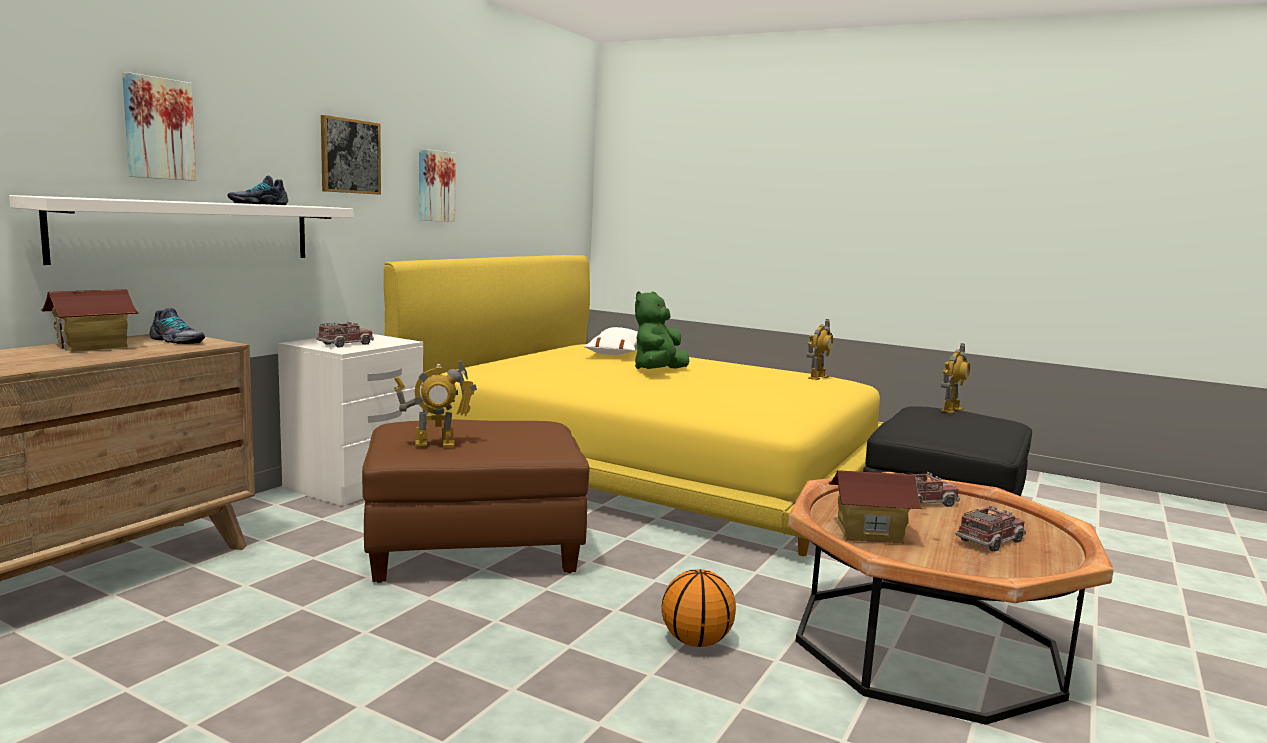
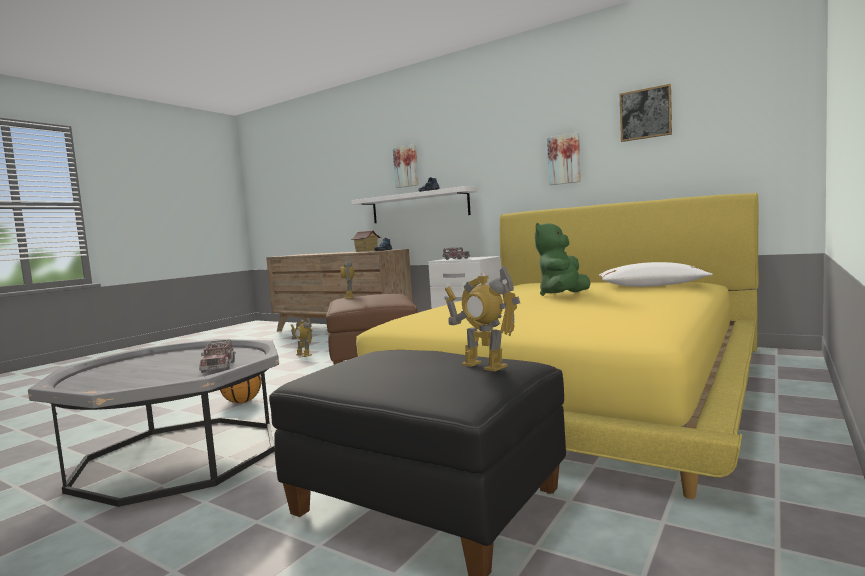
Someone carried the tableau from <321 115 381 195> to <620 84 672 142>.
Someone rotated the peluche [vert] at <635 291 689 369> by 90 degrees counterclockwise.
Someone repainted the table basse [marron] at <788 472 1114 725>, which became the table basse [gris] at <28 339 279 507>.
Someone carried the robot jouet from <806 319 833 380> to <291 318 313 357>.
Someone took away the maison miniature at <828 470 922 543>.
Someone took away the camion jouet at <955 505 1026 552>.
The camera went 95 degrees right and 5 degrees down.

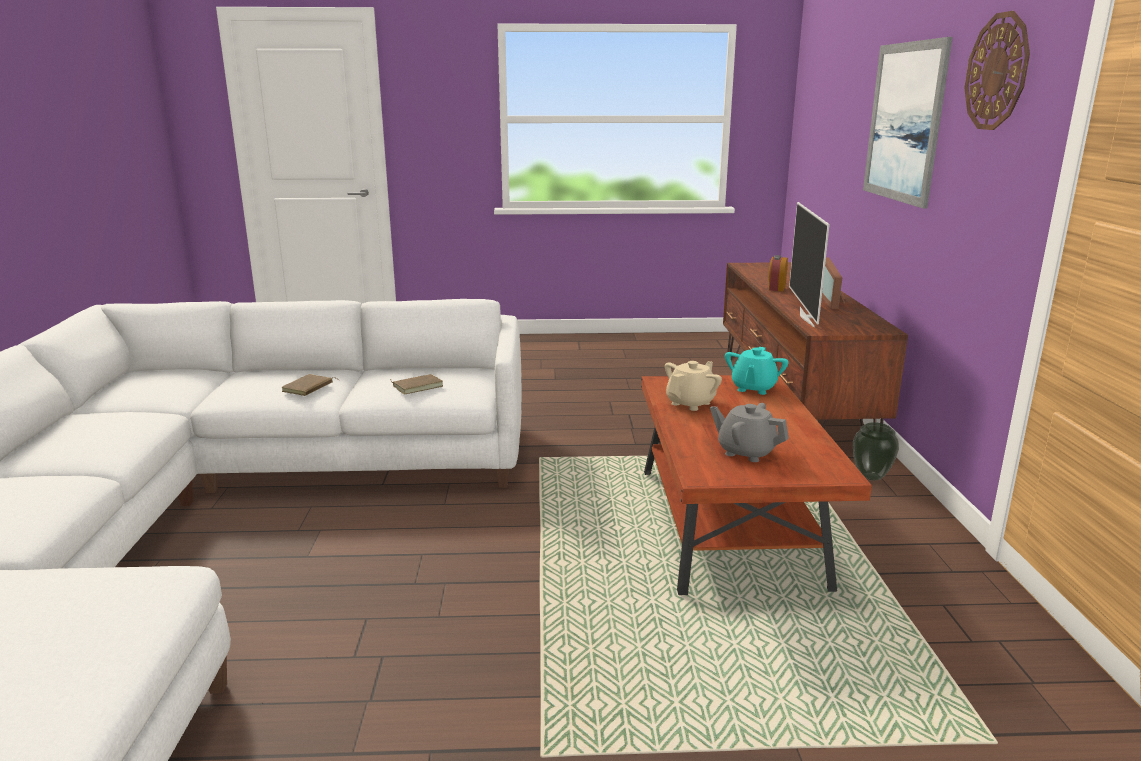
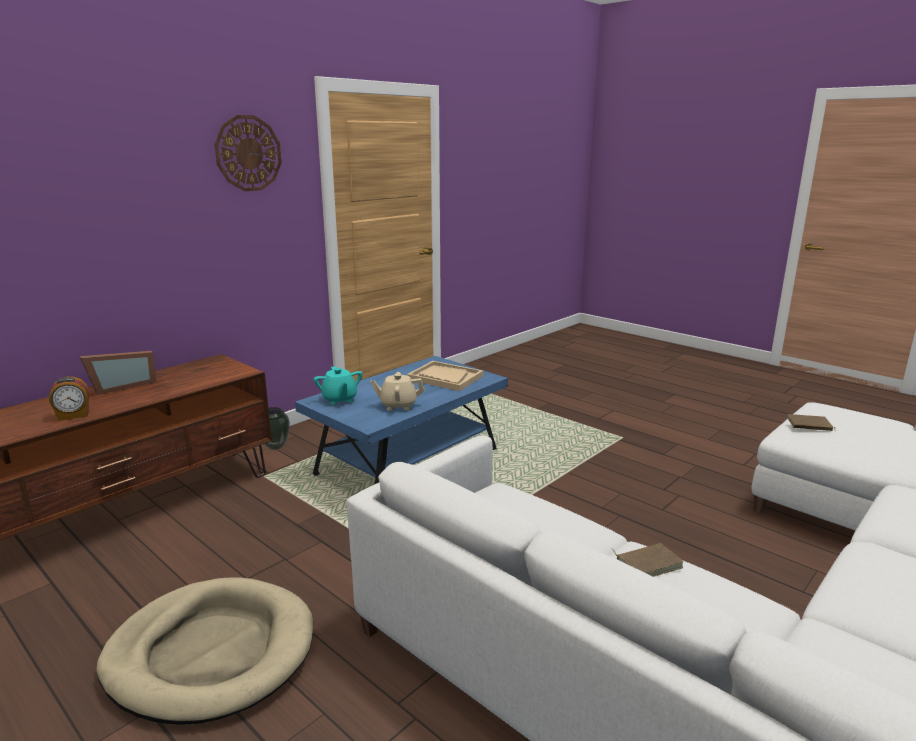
Someone carried the livre [marron] from <390 374 443 394> to <787 414 836 432>.
Someone repainted the table basse [marron] at <641 375 872 595>, which became the table basse [bleu] at <295 356 508 484>.
Someone swapped the théière [gris] at <710 403 789 462> for the plateau [beige] at <407 361 483 391>.
Someone rotated the théière [turquoise] at <725 347 789 395> by 90 degrees clockwise.
Someone took away the téléviseur at <789 202 830 327>.
Someone took away the tableau at <863 37 953 209>.
Someone put down the panier pour chien [beige] at <97 577 313 725>.
The camera went 135 degrees left and 0 degrees up.

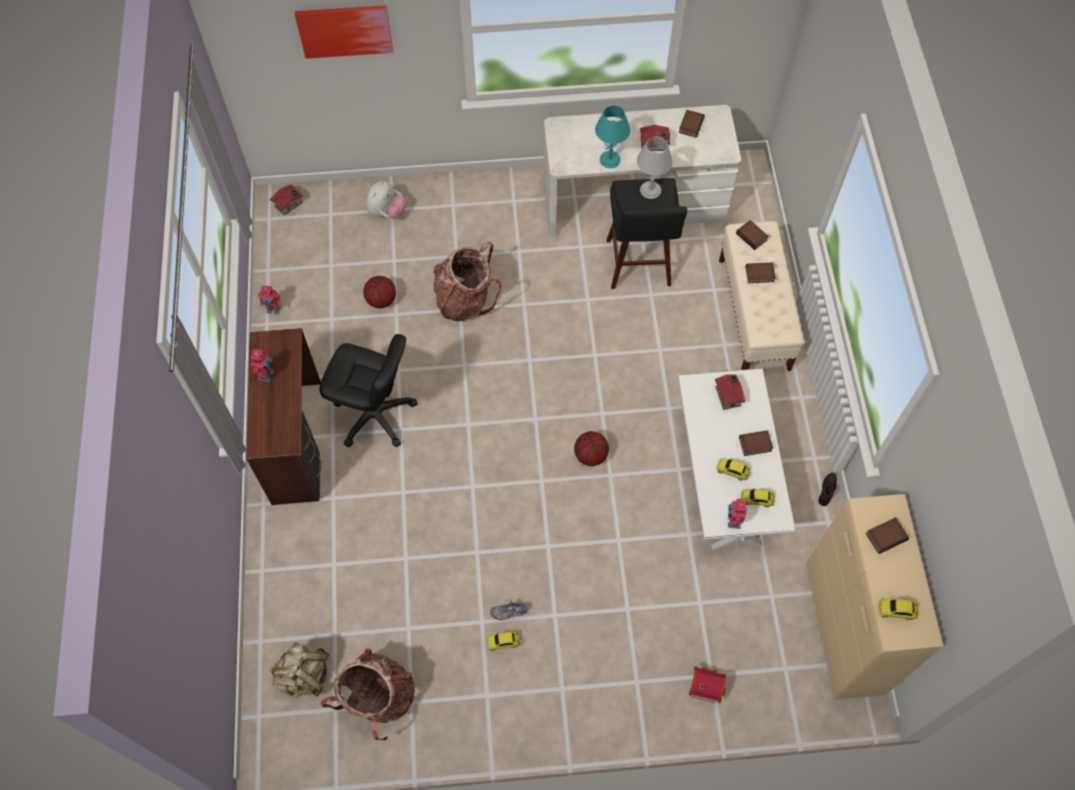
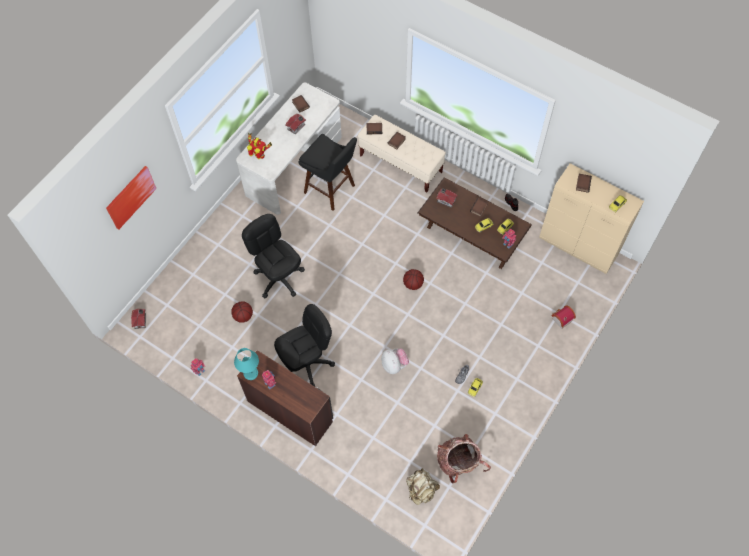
Someone carried the peluche from <366 181 406 219> to <381 349 409 374>.
Someone swapped the sac à dos at <434 242 501 321> for the chaise de bureau [noir] at <242 214 305 298>.
Someone carried the lampe de table [turquoise] from <595 105 630 168> to <234 348 259 380>.
Someone took away the lampe de table [gris] at <637 137 673 199>.
Someone repainted the table basse [blanc] at <677 368 796 550>, which became the table basse [marron] at <418 177 532 269>.
Someone put down the robot jouet at <247 133 272 159>.
The camera went 50 degrees left and 0 degrees up.

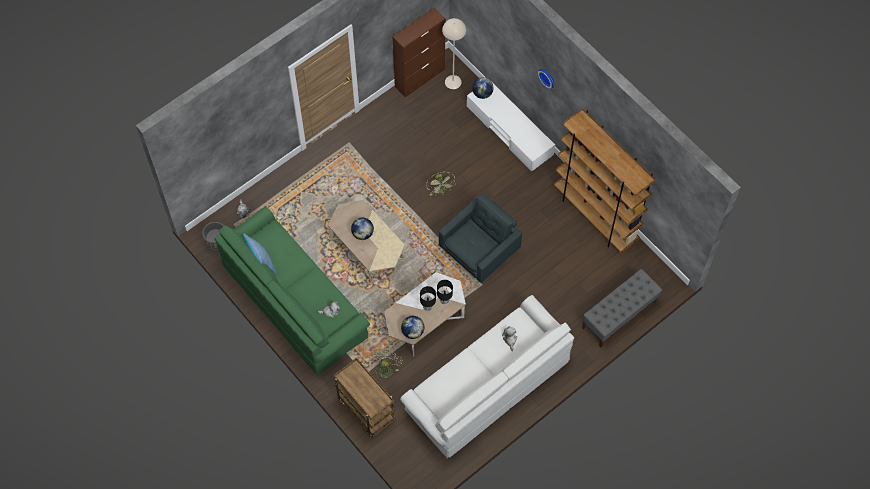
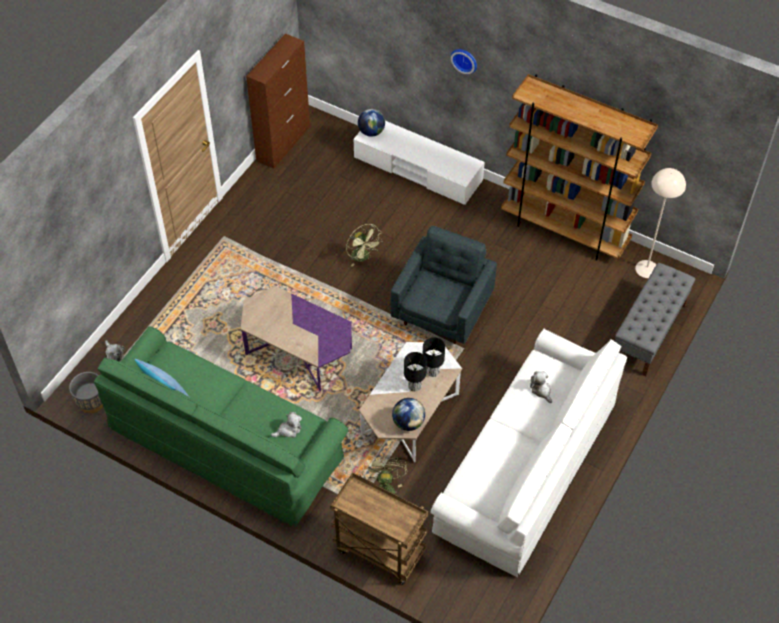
Someone repainted the table basse [beige] at <328 200 405 284>, which became the table basse [violet] at <241 286 352 391>.
Someone took away the globe at <351 218 374 240>.
Someone carried the lampadaire [beige] from <442 18 466 89> to <635 168 686 278>.
The camera went 20 degrees left and 10 degrees down.

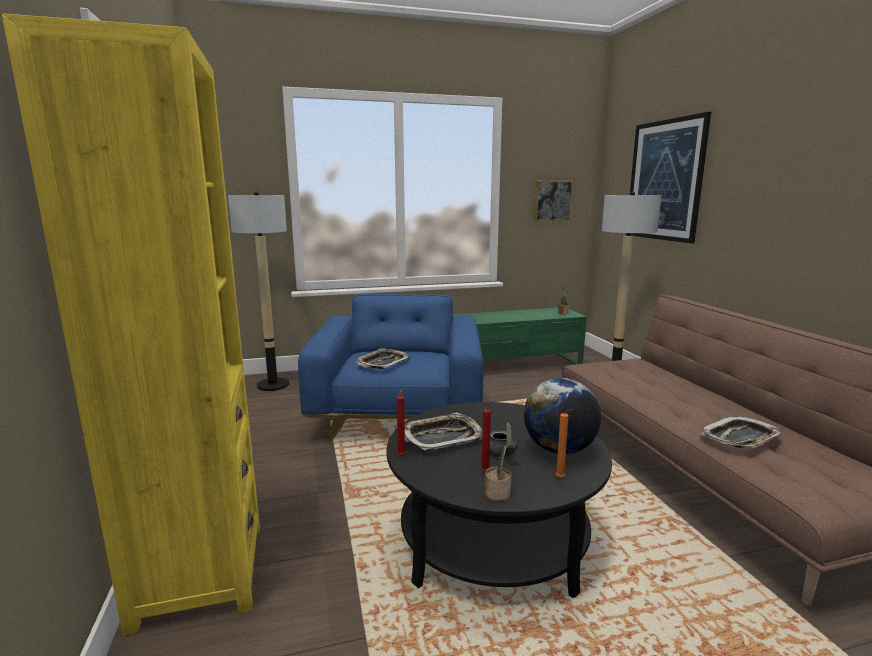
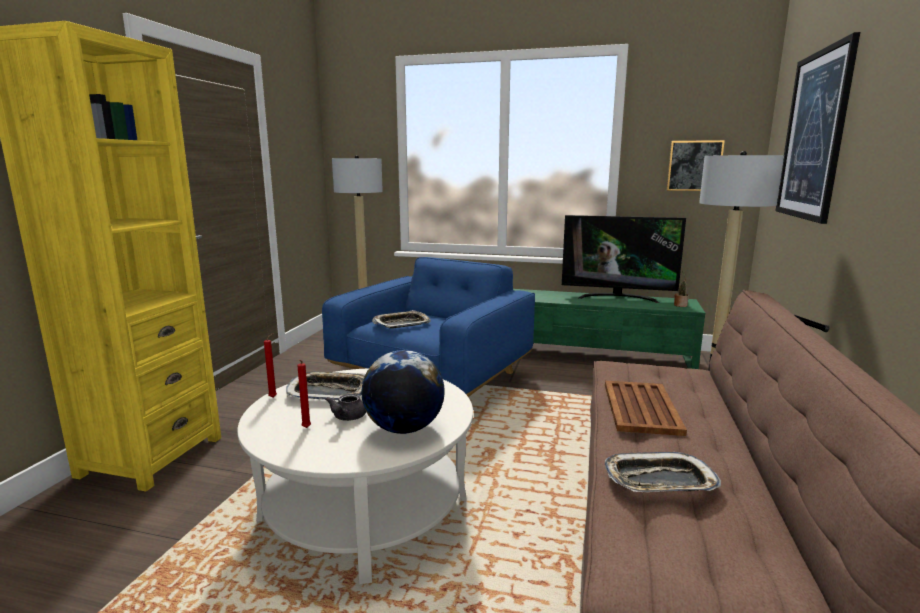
Someone repainted the table basse [noir] at <386 402 612 599>, which became the table basse [blanc] at <237 368 473 584>.
Someone took away the plante en pot at <485 422 512 501>.
Someone took away the bougie [orange] at <556 409 573 478>.
Someone put down the téléviseur at <562 215 686 303>.
Someone put down the plateau [marron] at <605 381 687 436>.
The camera went 30 degrees right and 0 degrees up.

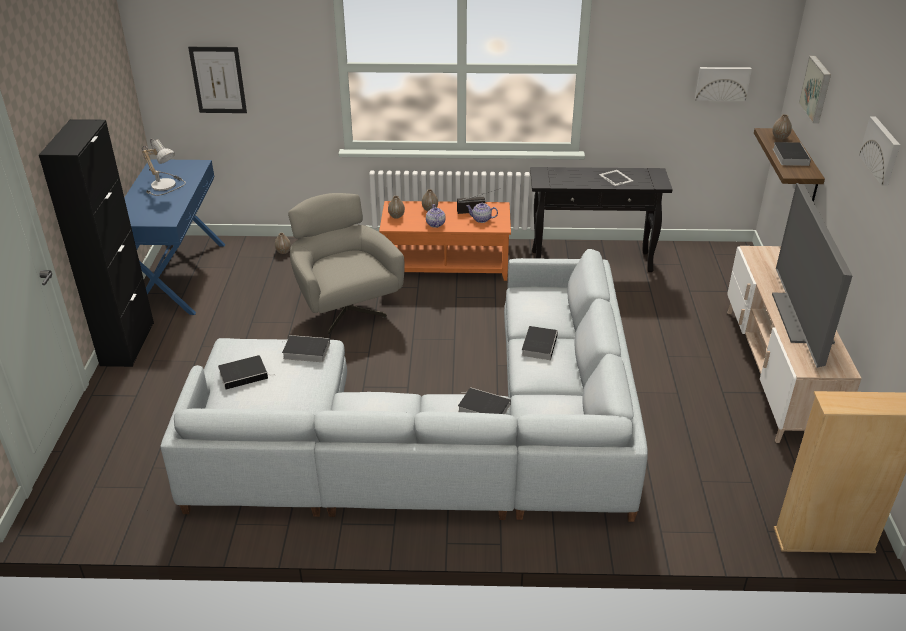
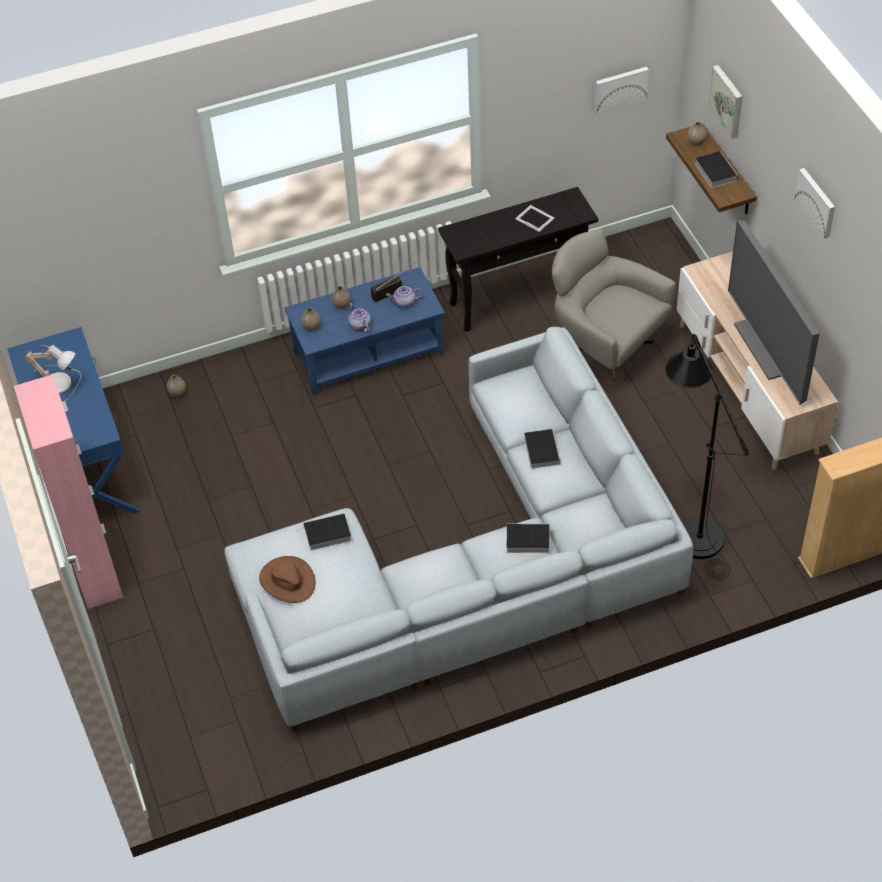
Someone repainted the meuble de rangement [noir] at <39 119 154 367>, which became the meuble de rangement [rose] at <14 374 123 609>.
Someone took away the tableau at <188 47 247 113>.
Someone swapped the livre at <218 355 276 390> for the chapeau [marron] at <259 556 316 603>.
Someone carried the fauteuil [gris] from <288 193 405 335> to <552 229 676 382>.
Someone repainted the table basse [orange] at <379 201 511 281>, which became the table basse [bleu] at <284 267 445 396>.
Someone put down the lampadaire [noir] at <665 334 749 580>.
The camera went 20 degrees left and 15 degrees up.

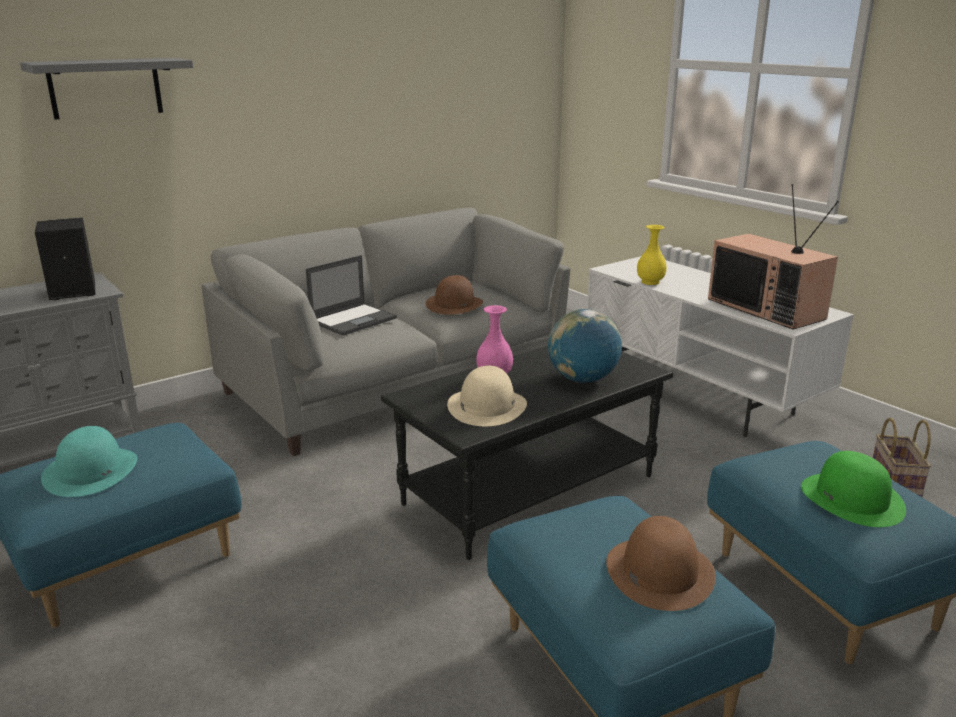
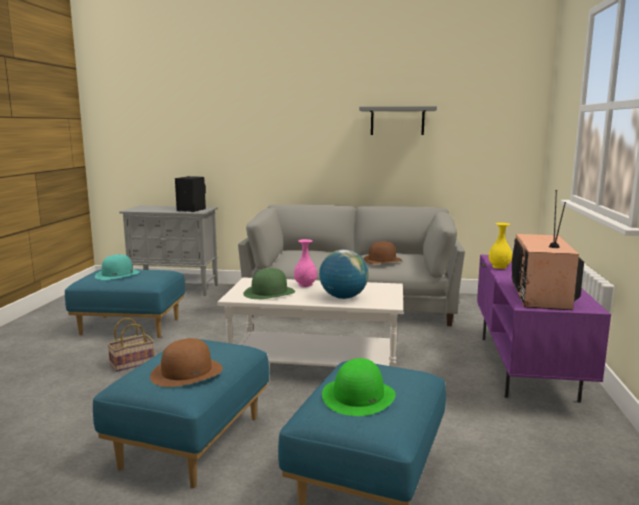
Someone carried the étagère [gris] from <20 58 193 119> to <359 106 437 135>.
Someone took away the ordinateur portable at <306 255 397 336>.
Someone repainted the table basse [noir] at <381 346 673 560>, which became the table basse [blanc] at <218 277 403 367>.
Someone repainted the chapeau [beige] at <447 365 527 426>, which became the chapeau [vert] at <243 268 295 299>.
Someone repainted the meuble télé [blanc] at <587 256 854 437>, which became the meuble télé [violet] at <477 255 611 403>.
Someone carried the panier from <873 418 931 496> to <107 318 154 372>.
The camera went 45 degrees right and 10 degrees down.

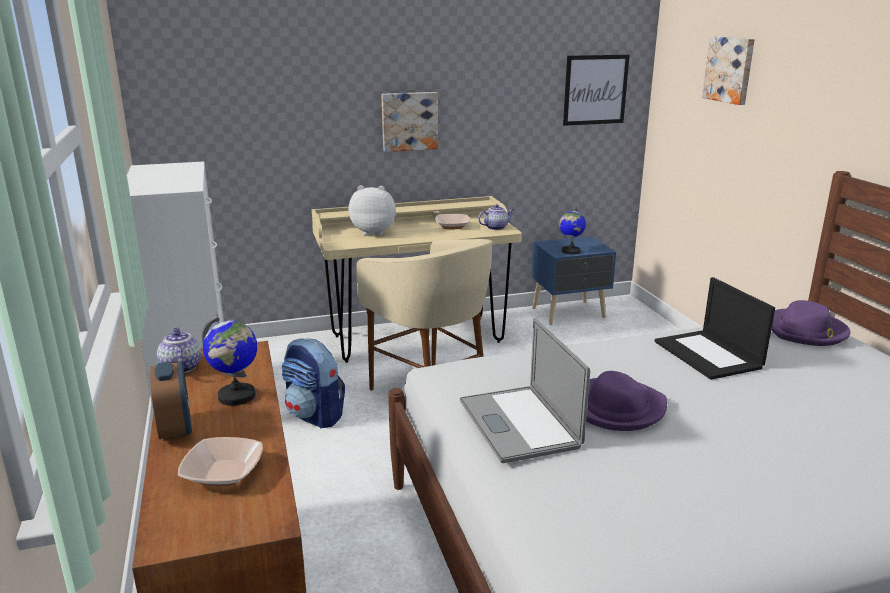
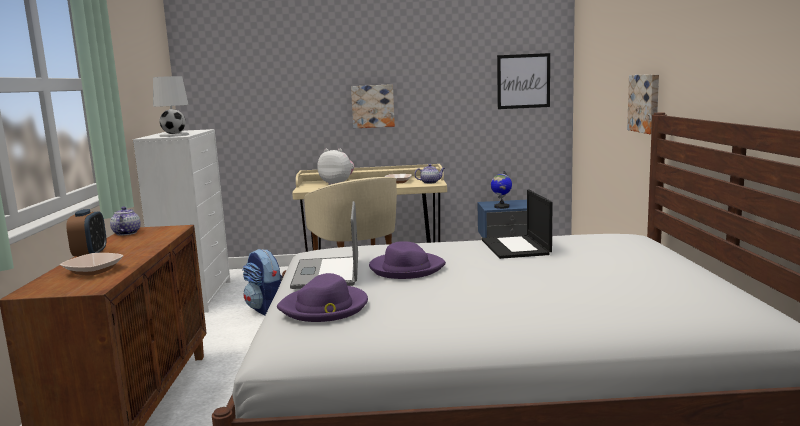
Someone took away the globe at <202 314 258 406>.
Someone carried the tableau from <702 36 755 105> to <627 74 659 134>.
Someone carried the chapeau [violet] from <771 300 850 346> to <277 273 368 322>.
Someone put down the lampe de table [blanc] at <153 76 189 137>.
The camera went 15 degrees right and 10 degrees down.

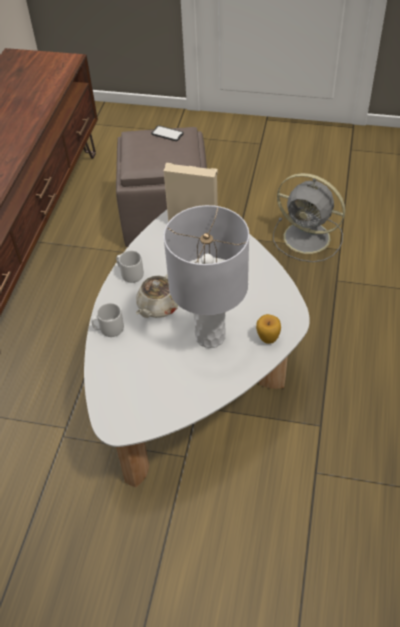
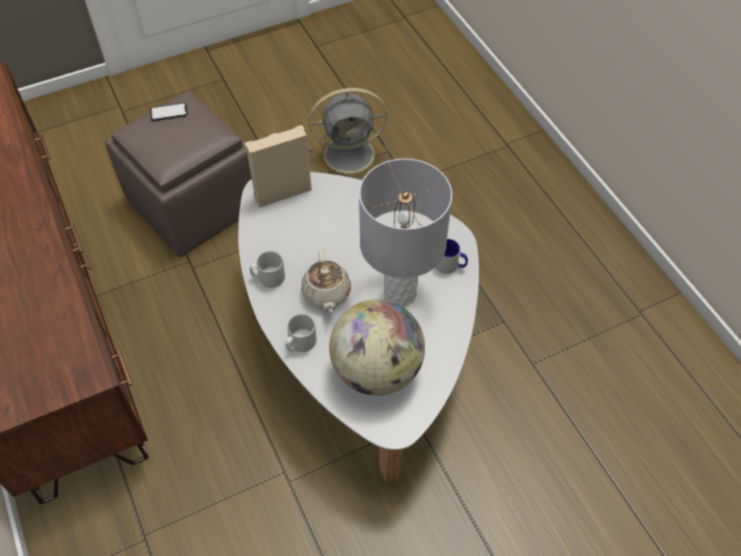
Someone swapped the pomme at <256 314 281 344> for the mug at <436 239 468 274>.
Someone put down the globe at <329 299 425 396>.
The camera went 40 degrees left and 5 degrees up.

